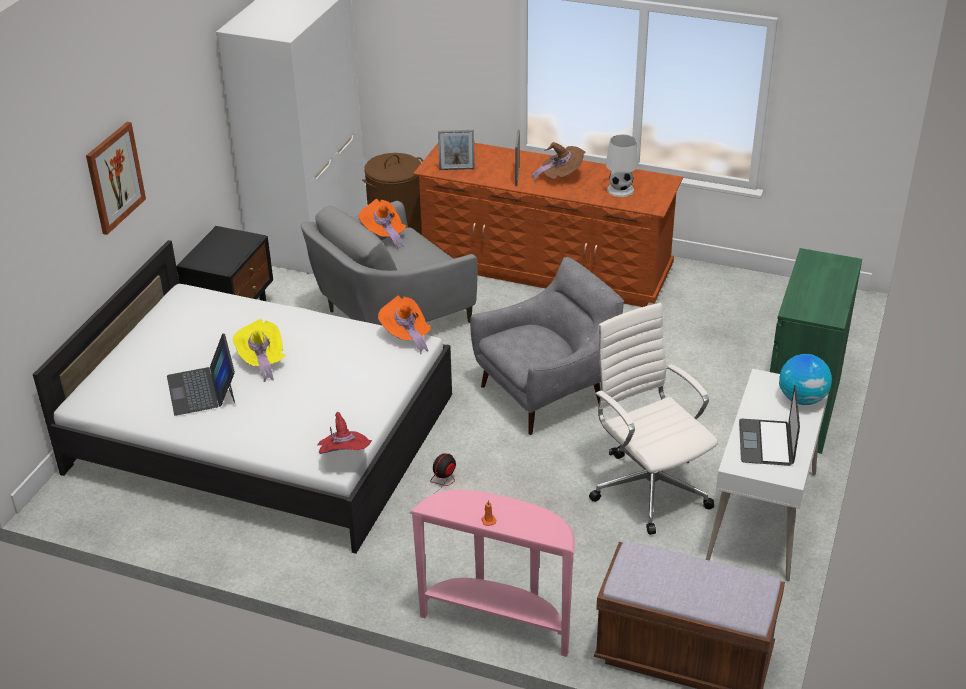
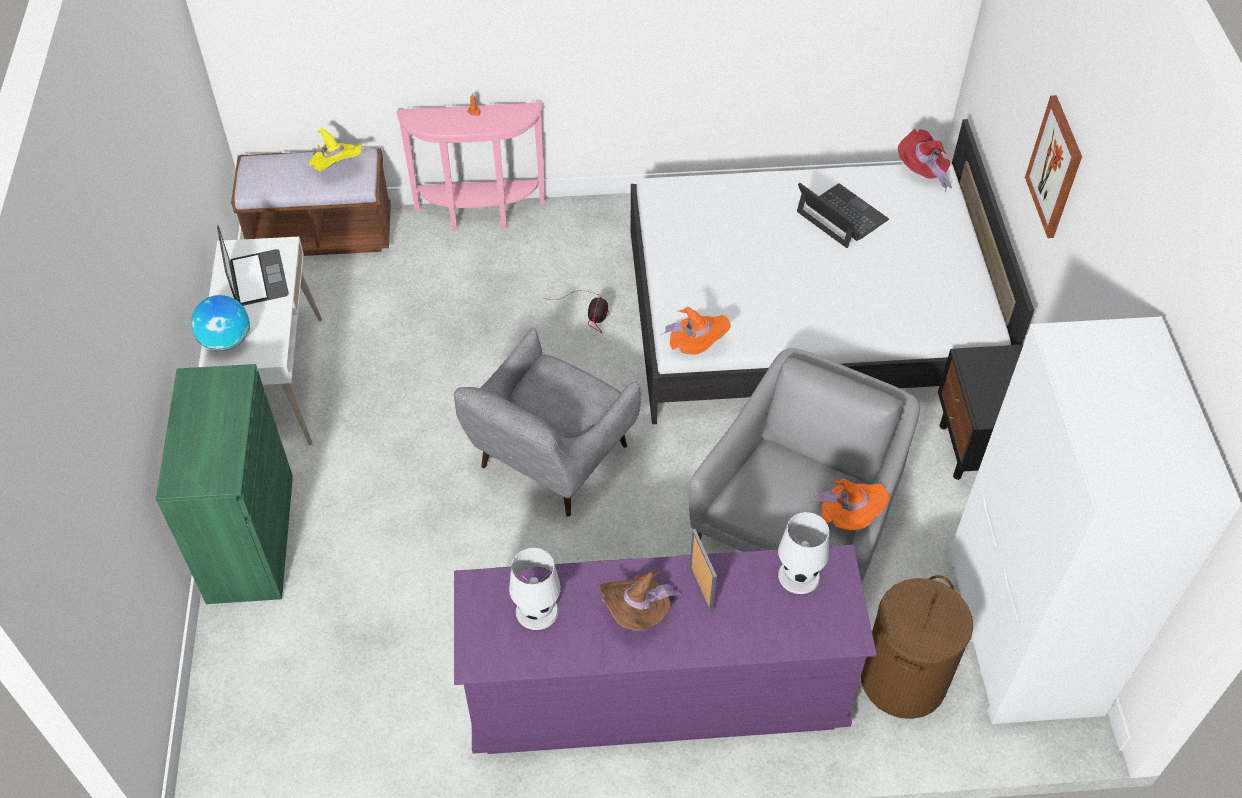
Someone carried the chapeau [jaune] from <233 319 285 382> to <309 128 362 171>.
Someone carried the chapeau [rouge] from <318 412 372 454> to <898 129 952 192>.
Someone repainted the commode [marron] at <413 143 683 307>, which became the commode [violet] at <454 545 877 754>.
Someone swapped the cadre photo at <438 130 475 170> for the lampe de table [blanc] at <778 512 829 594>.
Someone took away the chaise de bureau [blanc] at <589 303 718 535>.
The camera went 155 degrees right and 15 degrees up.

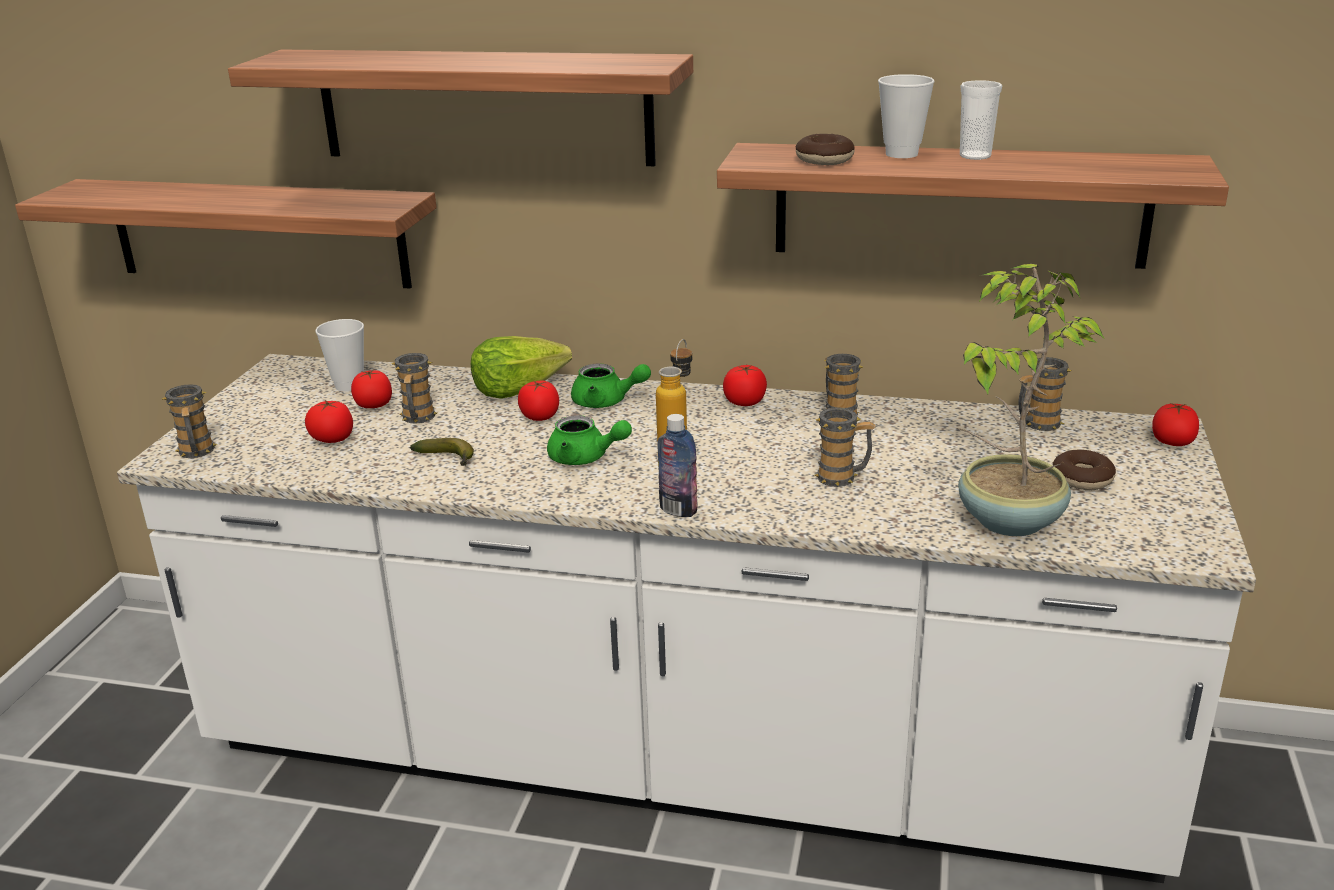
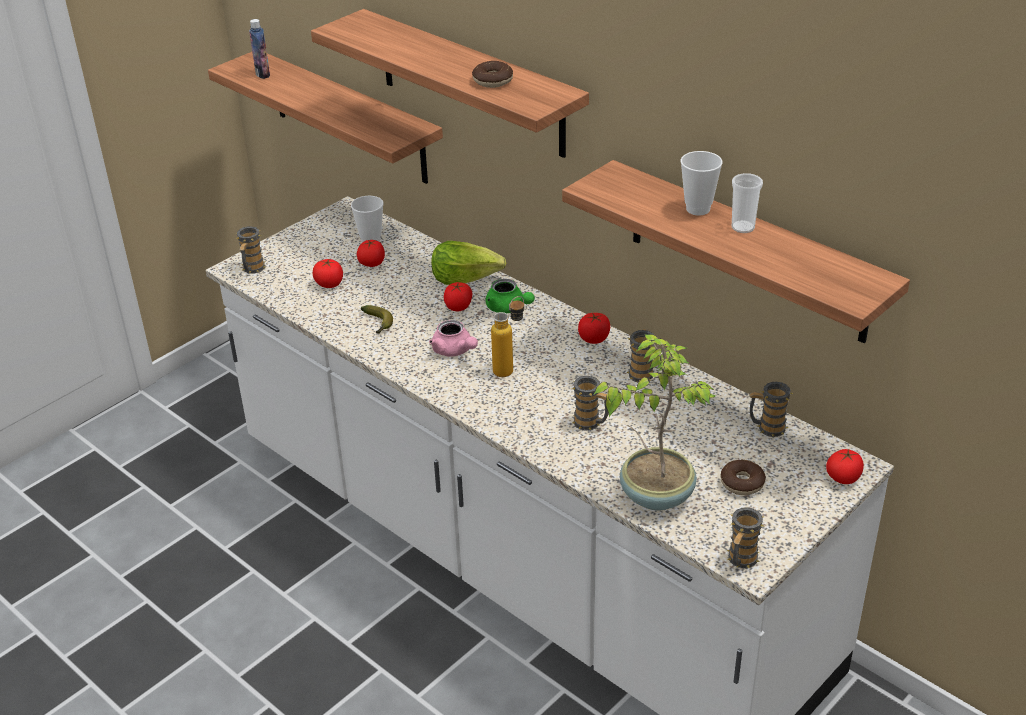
Someone carried the mug from <392 353 437 423> to <727 507 764 568>.
Someone repainted the théière [vert] at <547 415 632 465>, which became the théière [rose] at <429 320 478 357>.
Someone carried the bouteille from <657 414 697 517> to <249 19 270 79>.
Someone carried the beignet from <796 134 855 165> to <472 61 513 88>.
The camera went 30 degrees right and 10 degrees up.

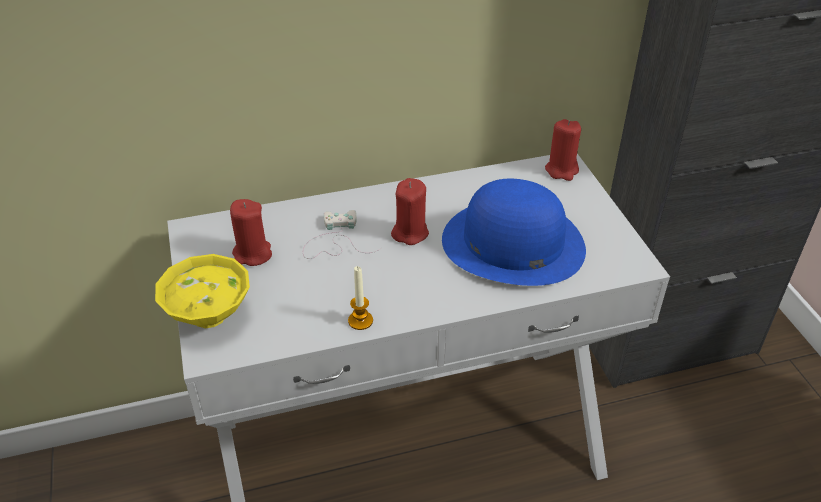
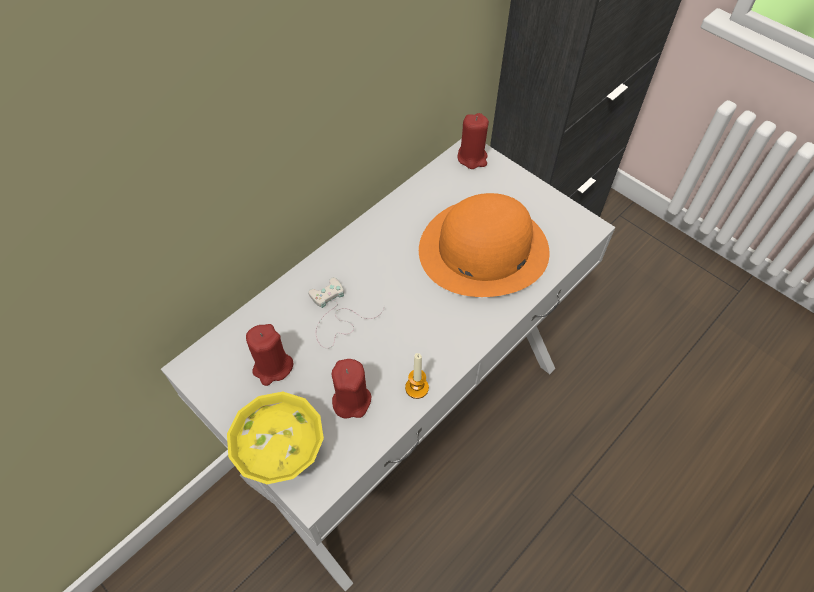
Someone carried the bougie [rouge] from <391 178 429 245> to <332 359 371 419>.
Someone repainted the chapeau [bleu] at <442 179 586 286>, which became the chapeau [orange] at <419 193 550 297>.
The camera went 30 degrees left and 15 degrees up.

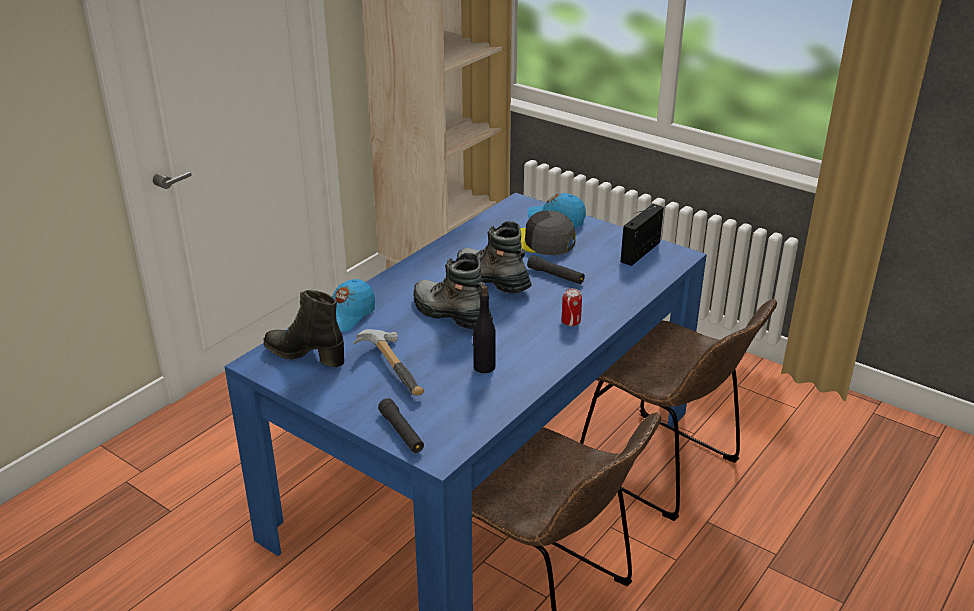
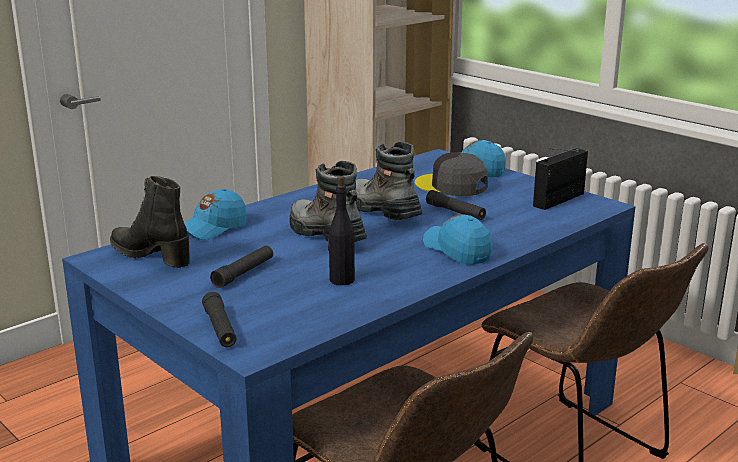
Someone swapped the marteau at <354 329 424 395> for the lampe de poche [noir] at <210 245 273 288>.
Someone swapped the boîte métallique at <561 288 582 326> for the casquette [bleu] at <423 214 493 265>.
The camera went 10 degrees right and 10 degrees down.

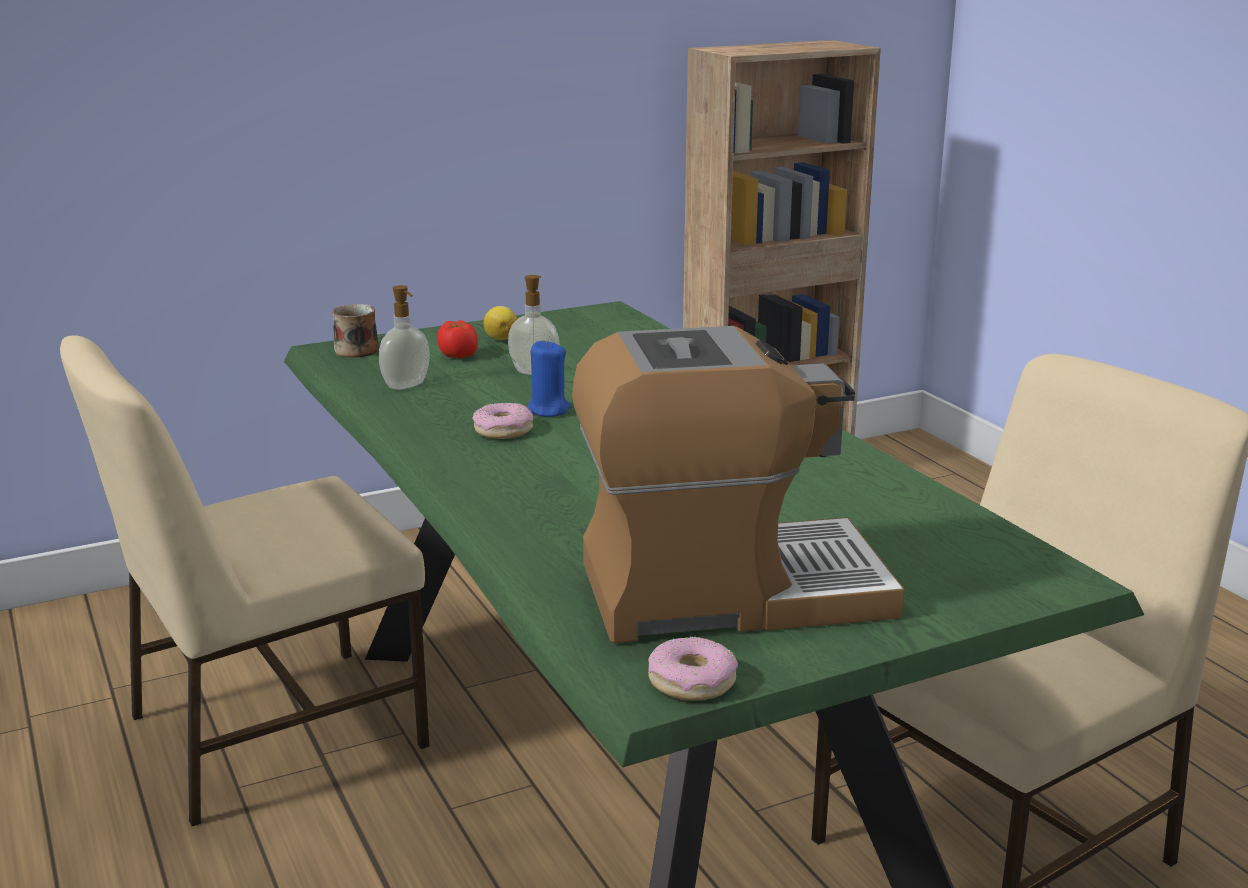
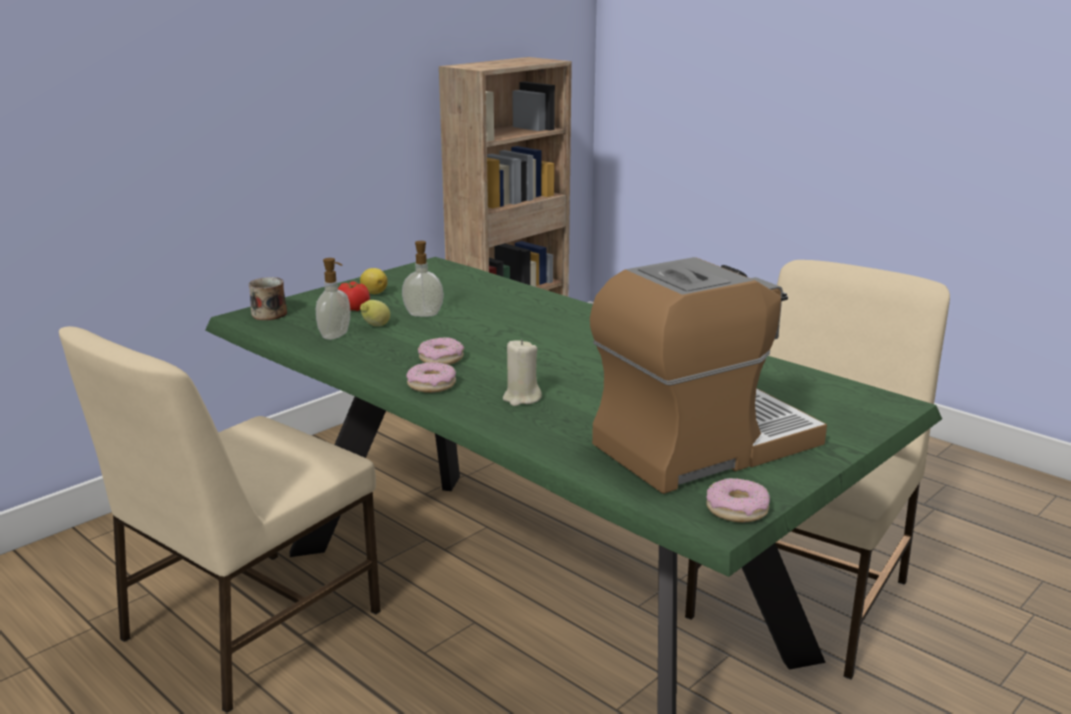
Someone took away the bougie [bleu] at <527 340 571 417>.
Someone put down the citron at <360 300 390 326>.
Someone put down the beignet at <406 362 456 393>.
Someone put down the bougie [beige] at <503 339 542 406>.
The camera went 20 degrees left and 0 degrees up.

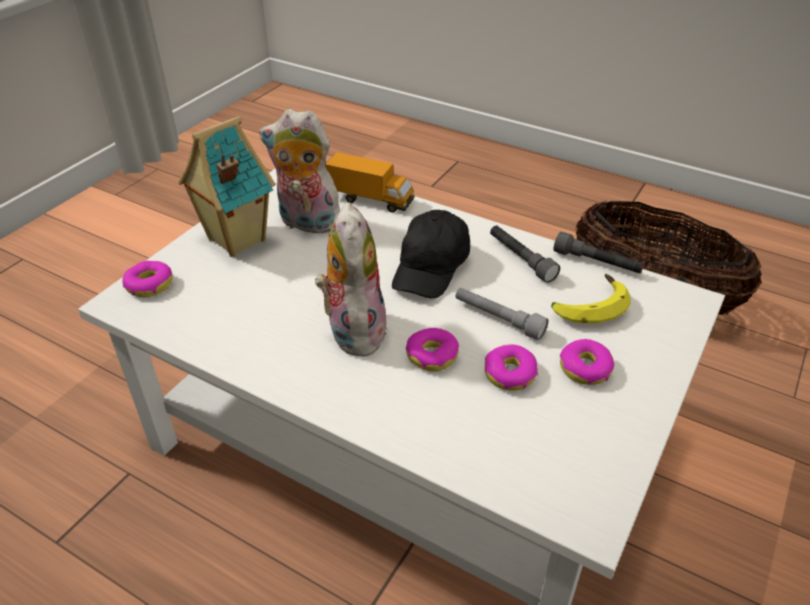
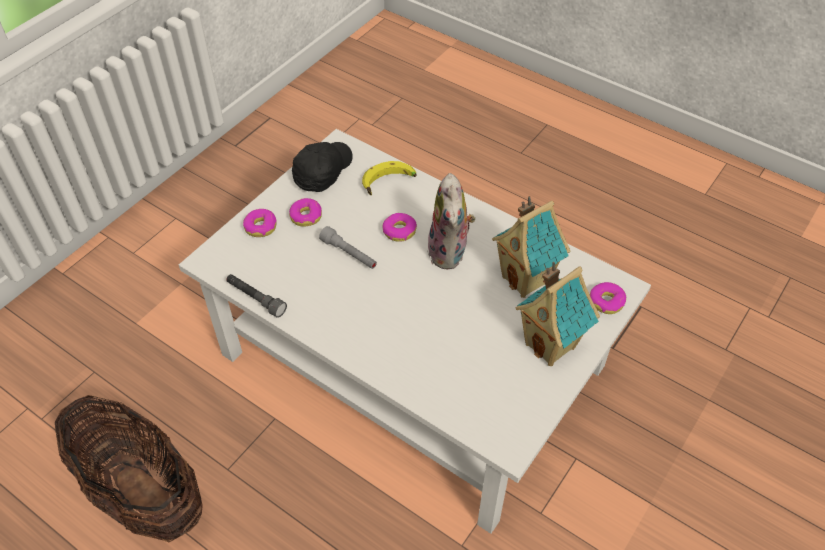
Someone took away the peluche at <259 109 340 233>.
Someone took away the camion jouet at <325 152 414 213>.
Someone carried the casquette [noir] from <392 210 470 299> to <292 142 353 192>.
Someone carried the beignet from <485 344 538 391> to <243 209 277 237>.
Someone took away the lampe de poche [gris] at <490 226 560 283>.
Someone carried the banane from <551 274 631 323> to <362 161 417 196>.
Someone put down the maison miniature at <492 196 570 298>.
The camera went 175 degrees left and 10 degrees up.

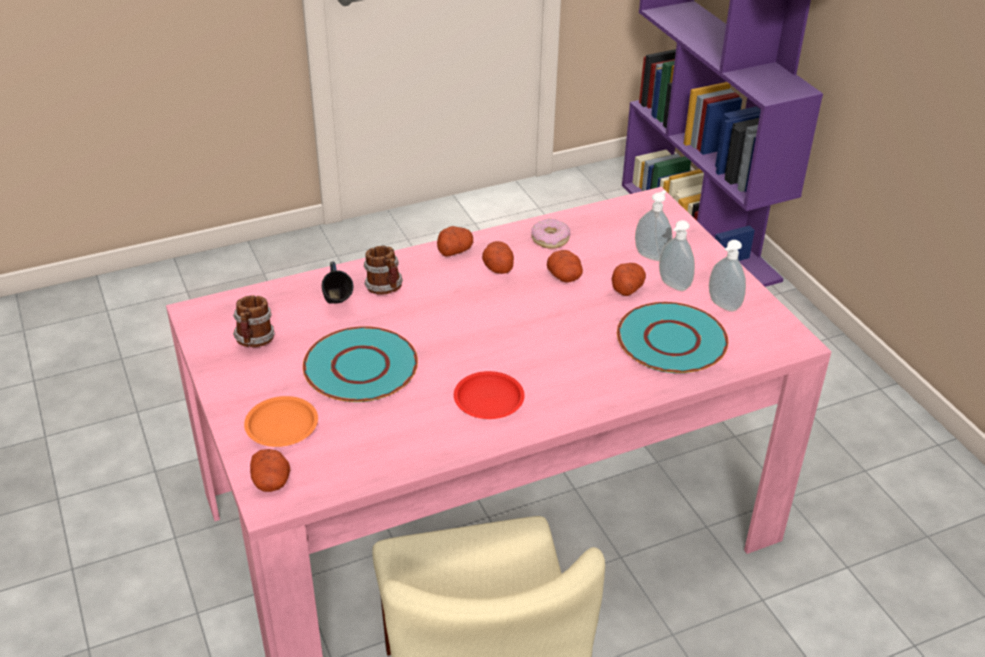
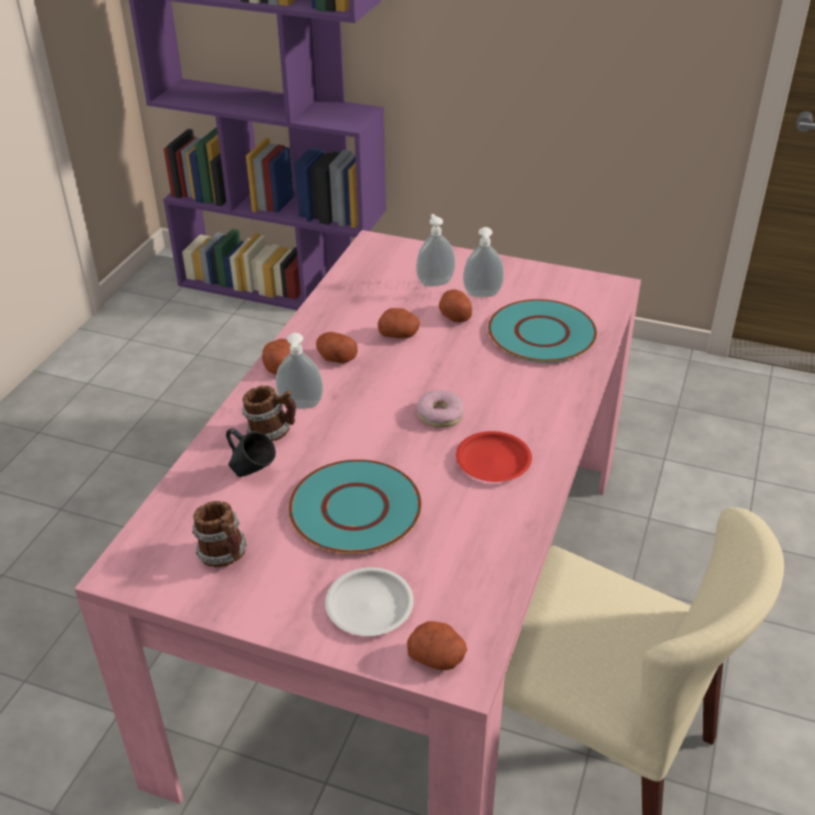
Someone repainted the assiette [orange] at <244 396 318 447>, which became the assiette [blanc] at <325 567 414 636>.
Someone carried the beignet from <531 219 570 249> to <416 390 464 428>.
Someone carried the distributeur de savon from <709 240 746 312> to <276 333 323 409>.
The camera went 45 degrees left and 0 degrees up.

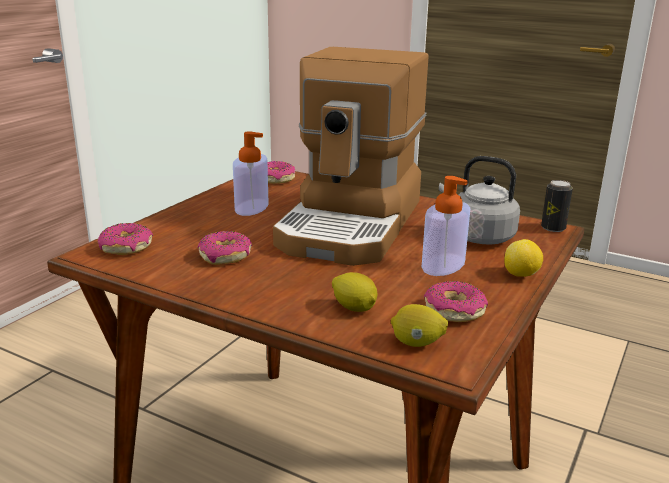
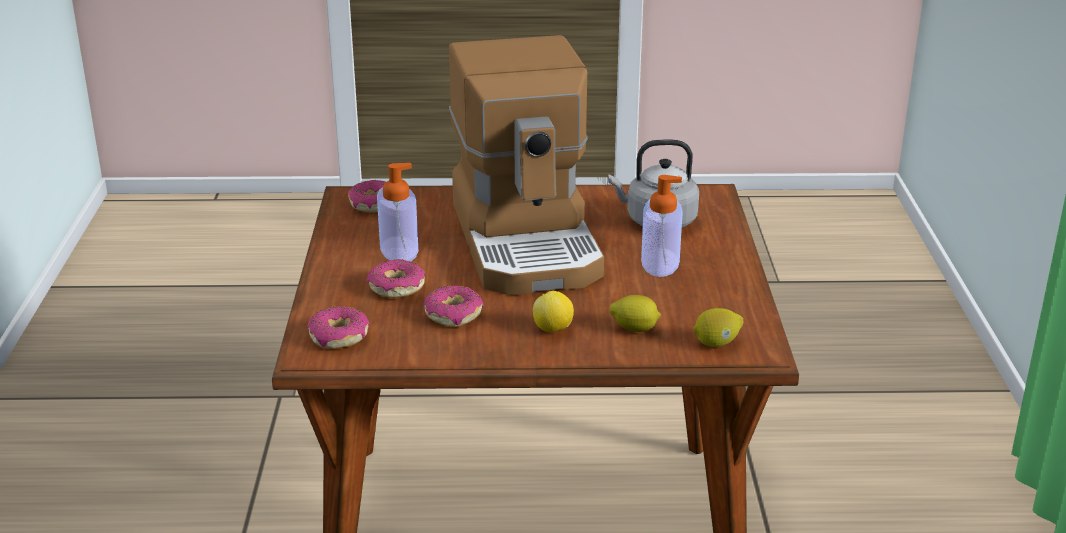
Someone carried the beignet from <424 281 488 322> to <367 259 425 298>.
Someone carried the citron from <504 239 543 277> to <533 291 574 332>.
Someone took away the boîte métallique at <541 180 573 232>.
The camera went 30 degrees left and 5 degrees up.

